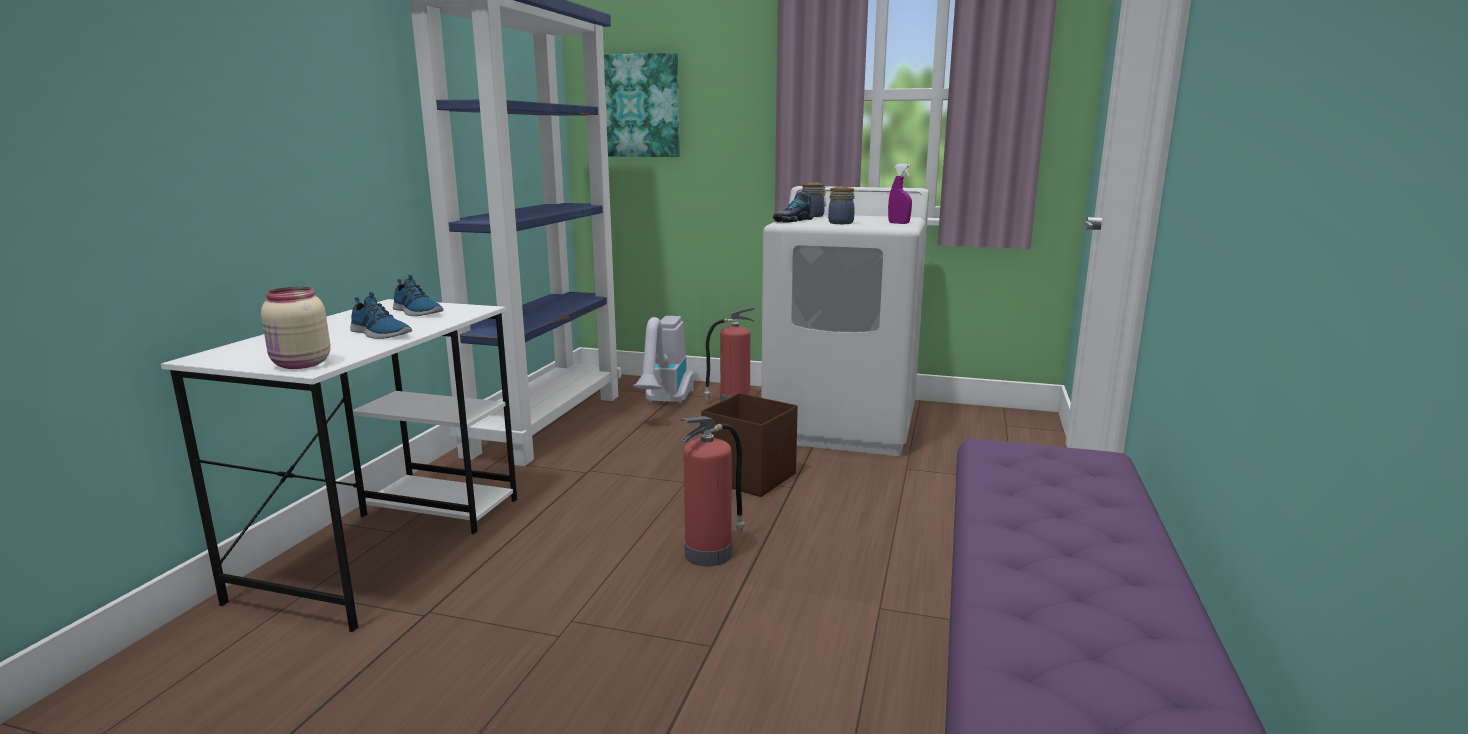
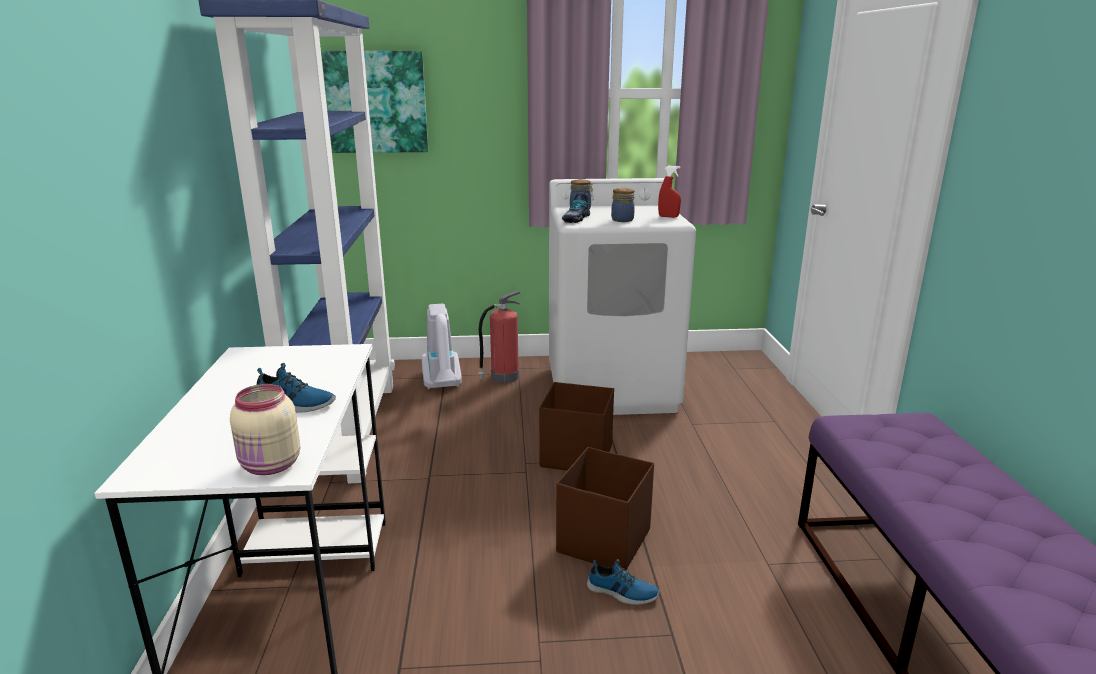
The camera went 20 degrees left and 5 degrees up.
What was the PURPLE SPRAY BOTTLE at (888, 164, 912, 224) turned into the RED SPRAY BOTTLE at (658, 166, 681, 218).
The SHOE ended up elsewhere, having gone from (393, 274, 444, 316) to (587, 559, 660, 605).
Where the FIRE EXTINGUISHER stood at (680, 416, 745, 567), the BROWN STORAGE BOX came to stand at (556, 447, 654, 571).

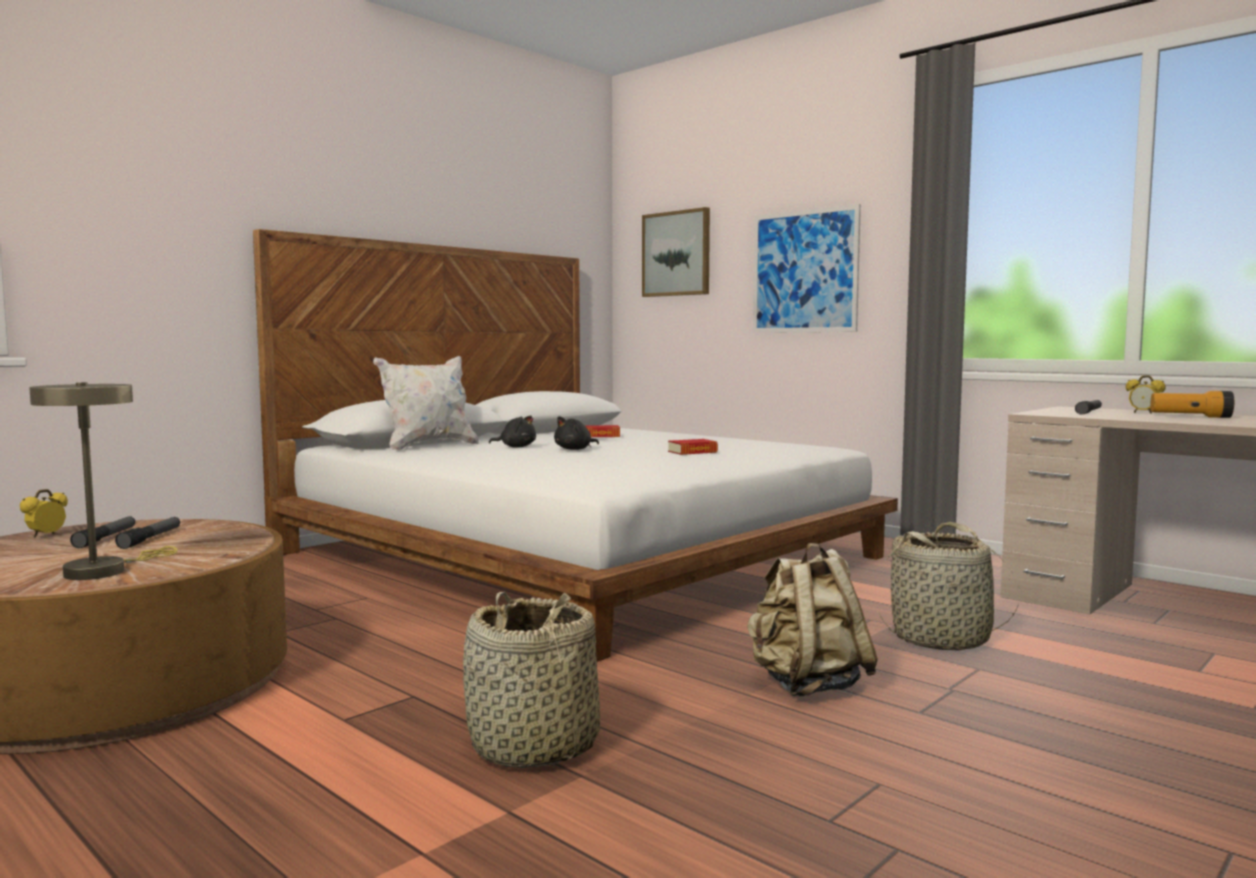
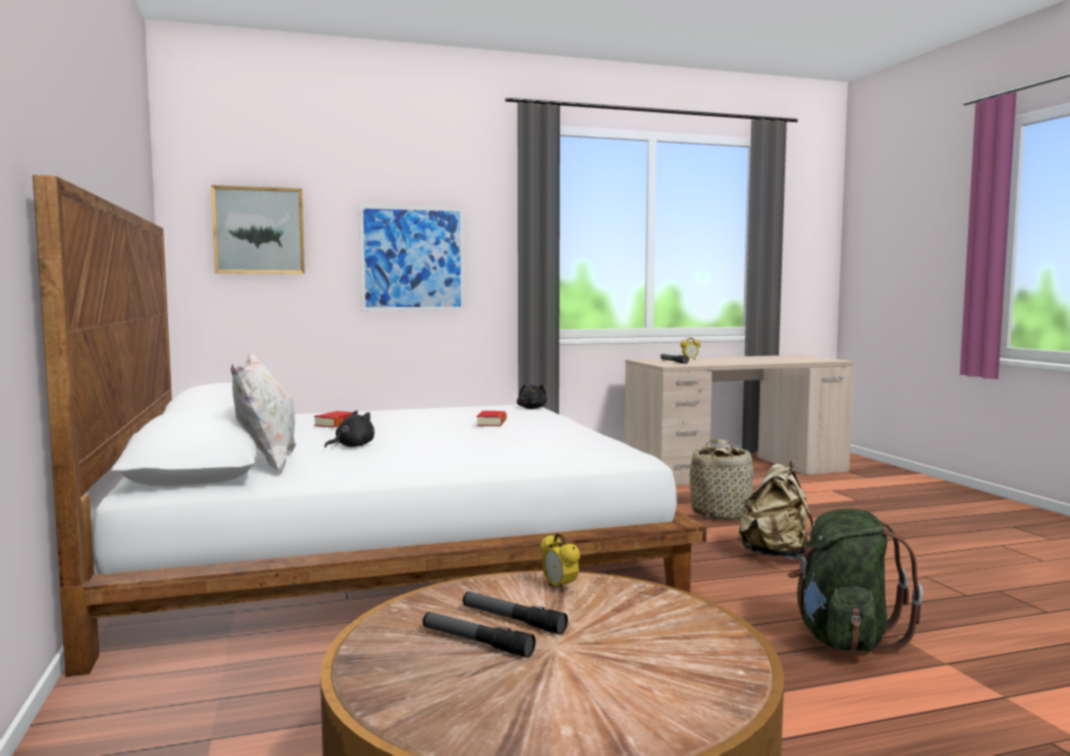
The camera went 60 degrees left and 0 degrees up.
The second view lost the BEIGE TABLE LAMP at (29, 382, 178, 580).
The second view lost the FLASHLIGHT at (1150, 391, 1234, 418).
The BLACK PLUSH TOY ended up elsewhere, having gone from (554, 416, 599, 450) to (517, 384, 547, 409).
The ALARM CLOCK ended up elsewhere, having gone from (20, 489, 68, 538) to (540, 533, 580, 592).
Where the BASKET stood at (463, 592, 600, 768), the GREEN BACKPACK came to stand at (788, 508, 923, 652).

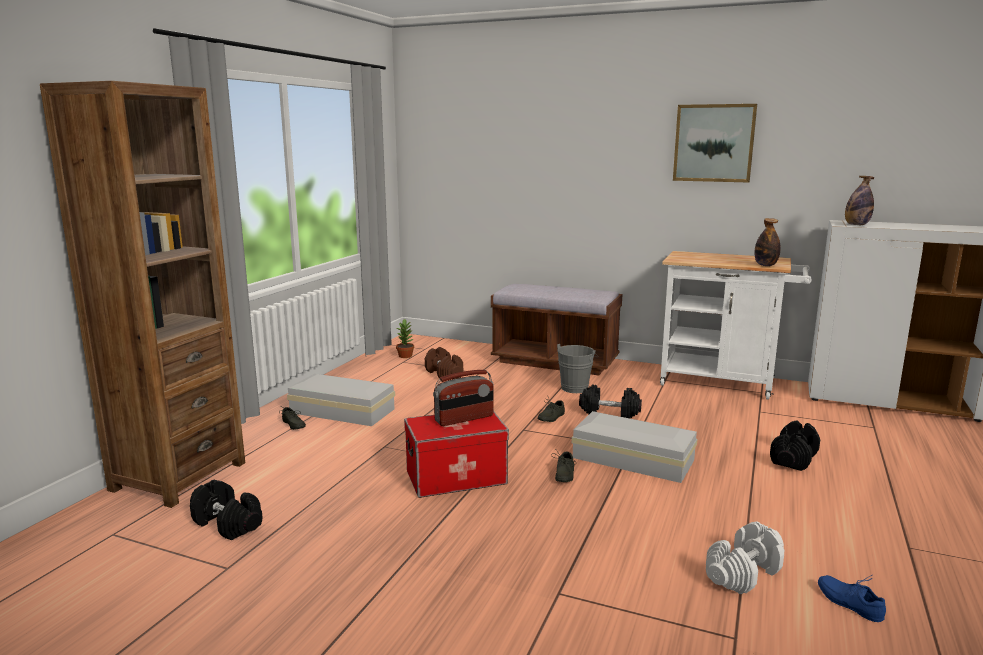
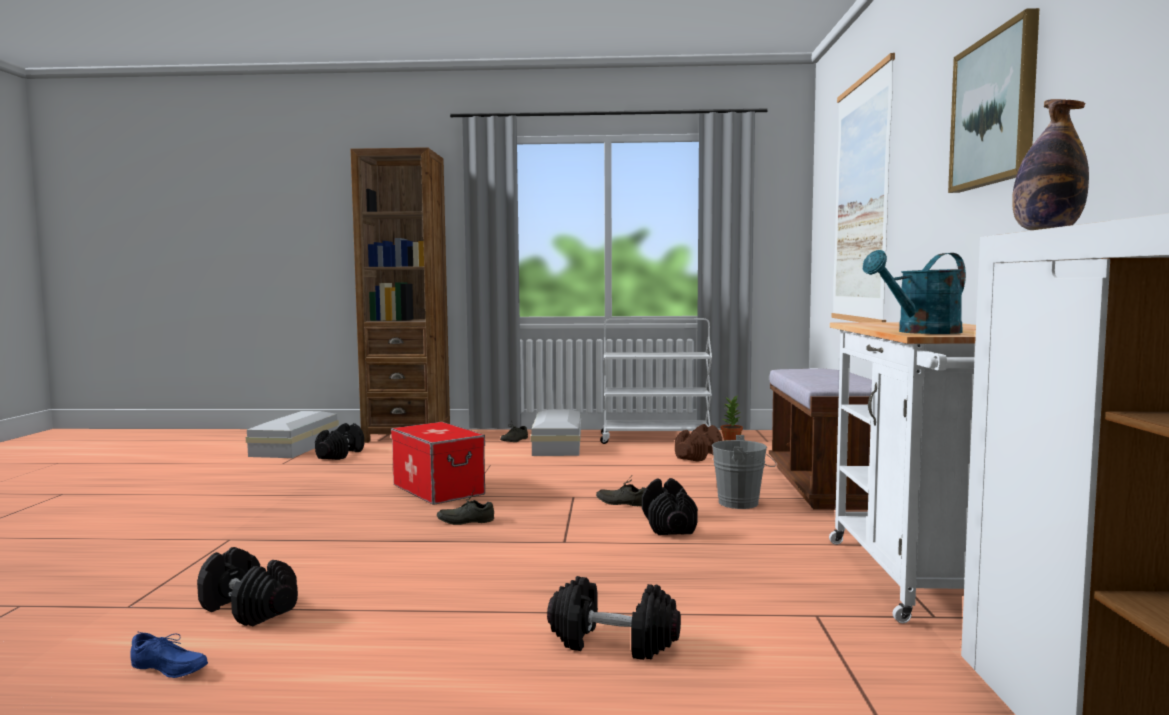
The camera went 70 degrees right and 10 degrees down.
Where the BOTTLE stood at (755, 218, 780, 266), the TURQUOISE WATERING CAN came to stand at (863, 250, 966, 334).
The second view lost the RADIO at (433, 370, 494, 426).
The WHITE STORAGE BOX ended up elsewhere, having gone from (572, 411, 697, 483) to (246, 411, 339, 458).
What was the WHITE DUMBBELL at (706, 522, 785, 594) turned into the BLACK DUMBBELL at (197, 547, 298, 627).
The BLUE SHOE at (818, 574, 886, 622) ended up facing another way, 75 degrees clockwise from before.
The second view gained the PICTURE at (831, 53, 895, 322).
The second view gained the WHITE CART at (600, 318, 712, 444).

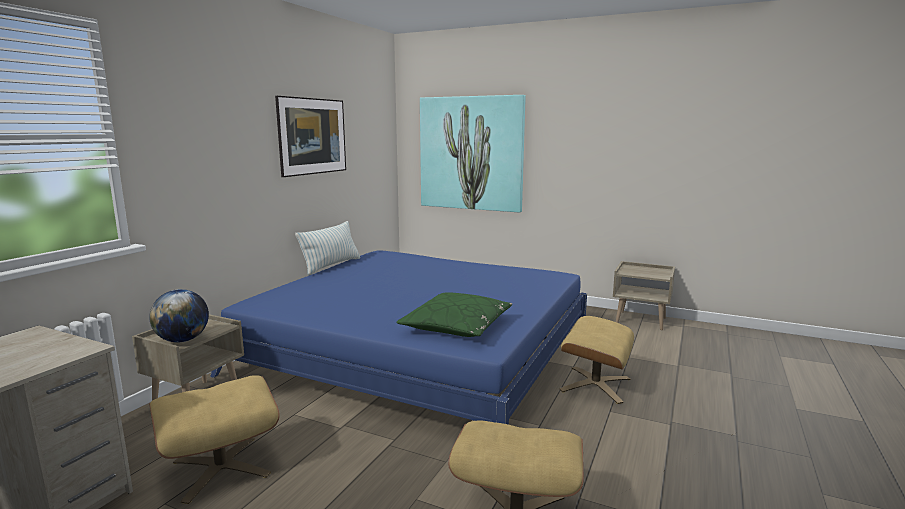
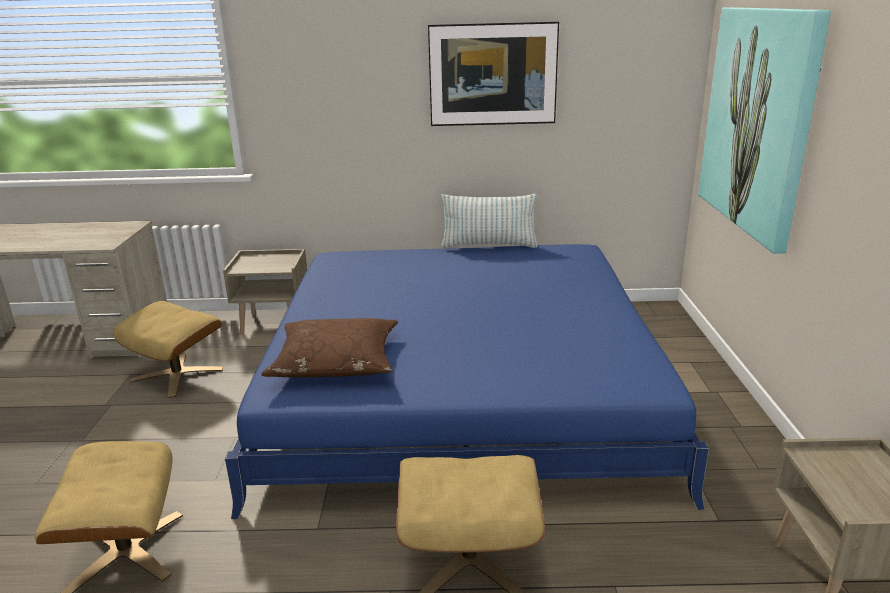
The camera went 65 degrees right and 10 degrees up.
The second view lost the GLOBE at (149, 289, 209, 343).
What was the GREEN PILLOW at (397, 292, 512, 337) turned into the BROWN PILLOW at (261, 318, 398, 377).

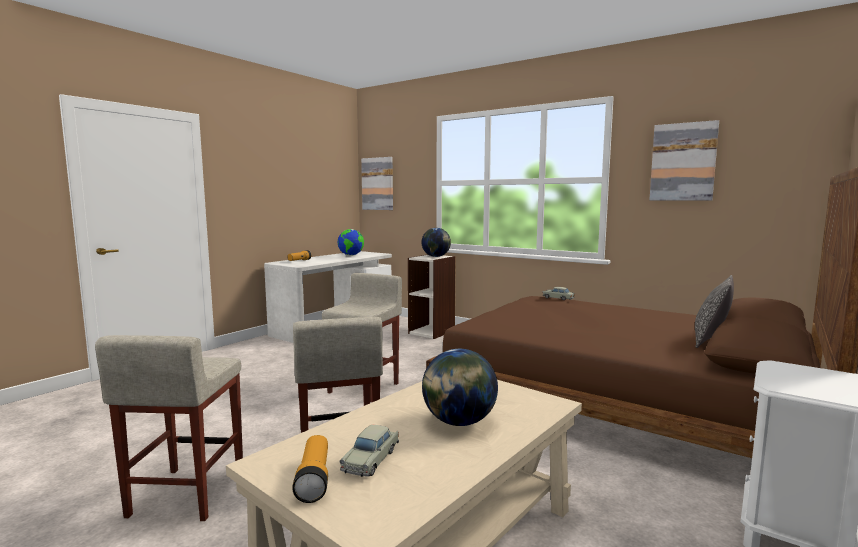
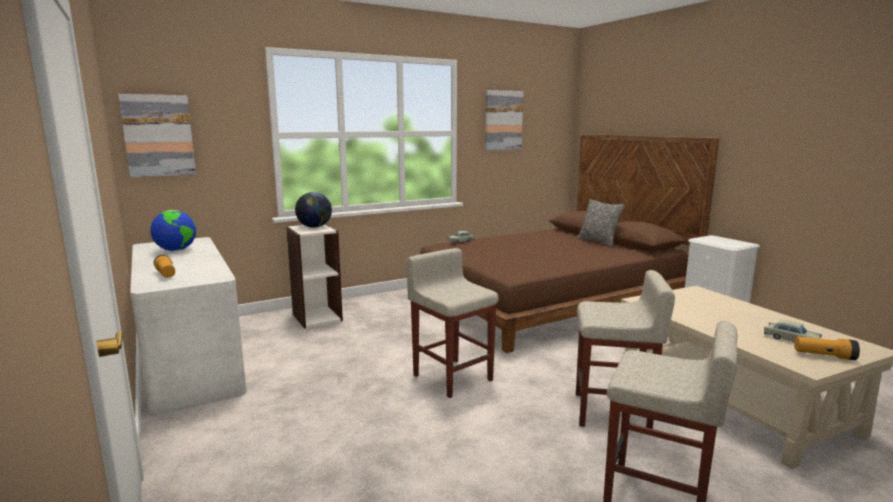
The camera went 65 degrees left and 5 degrees up.
The second view lost the GLOBE at (422, 349, 498, 426).

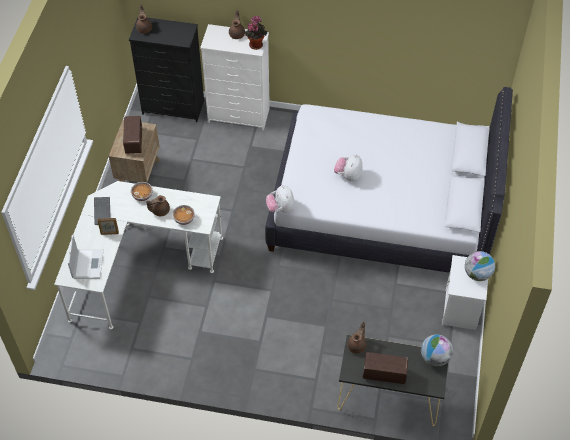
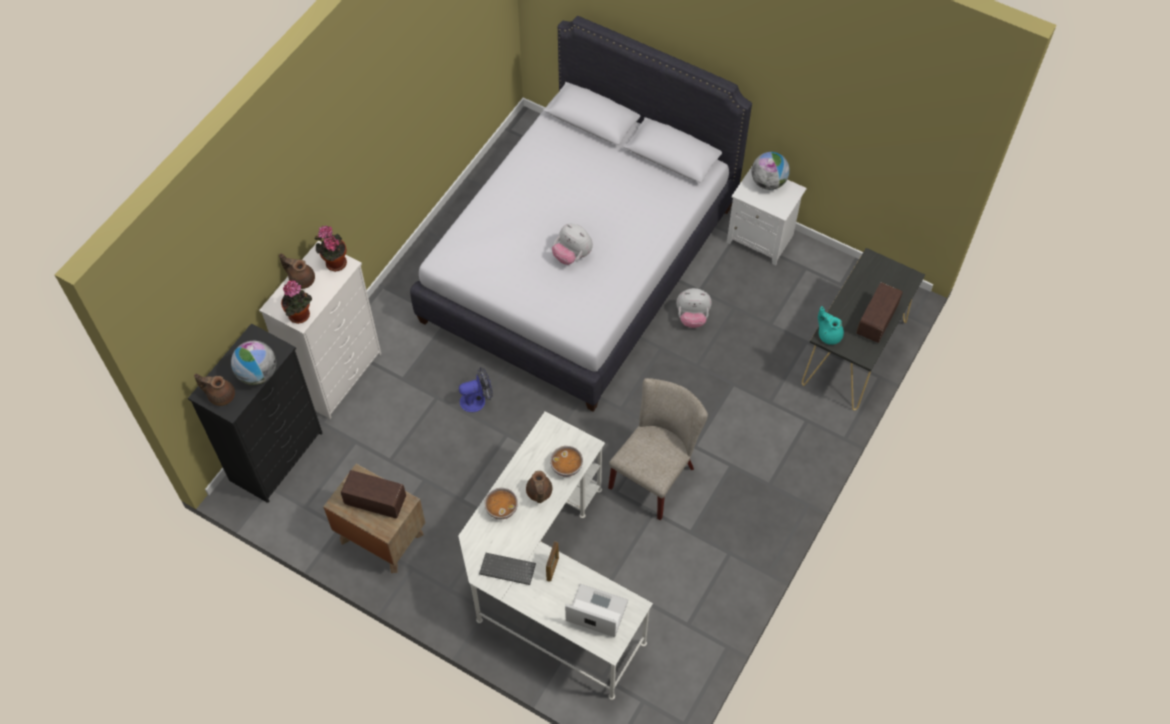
The camera went 70 degrees left and 5 degrees up.
The PLUSH TOY ended up elsewhere, having gone from (266, 185, 295, 213) to (676, 288, 712, 328).
What was the BROWN TEAPOT at (347, 322, 367, 353) turned into the TURQUOISE TEAPOT at (818, 306, 844, 345).
The GLOBE ended up elsewhere, having gone from (421, 334, 453, 367) to (231, 341, 276, 385).
The second view gained the POTTED PLANT at (281, 280, 312, 324).
The second view gained the FAN at (459, 367, 493, 412).
The second view gained the BEIGE CHAIR at (608, 378, 708, 520).

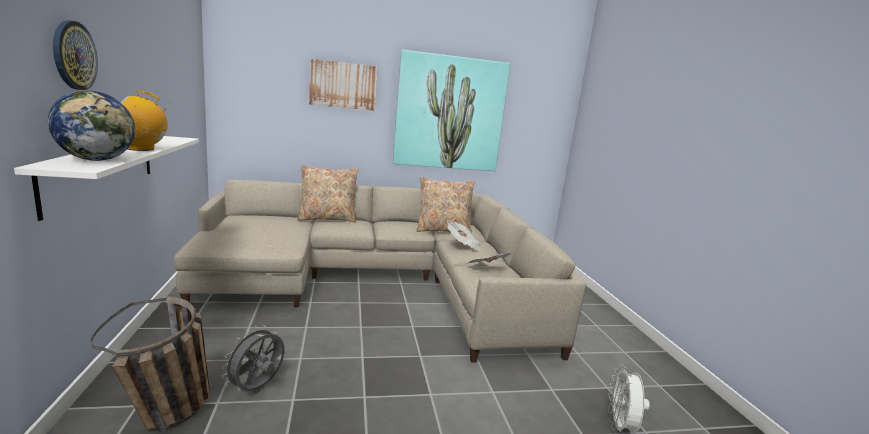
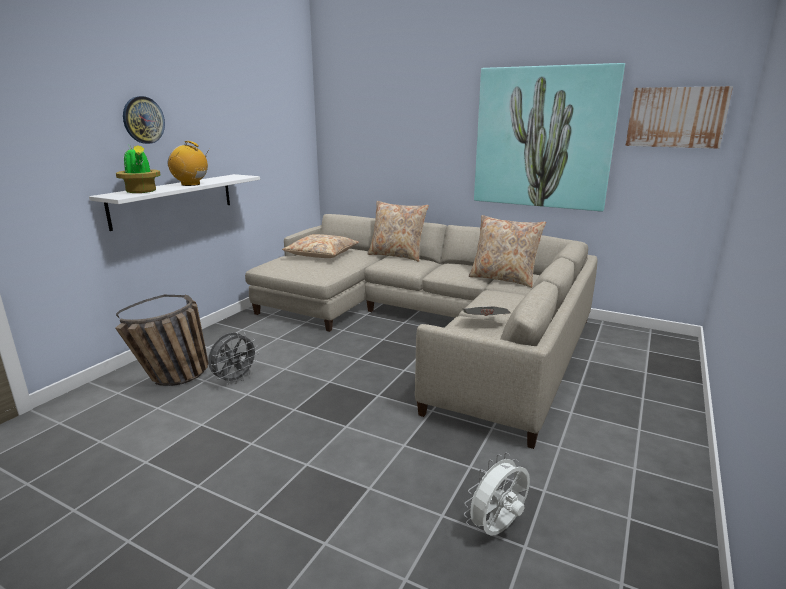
The camera went 40 degrees right and 5 degrees up.
The PICTURE ended up elsewhere, having gone from (309, 59, 378, 111) to (625, 86, 733, 149).
Where the GLOBE stood at (48, 90, 135, 161), the POTTED PLANT came to stand at (116, 145, 160, 193).
The second view lost the NEWSPAPER at (447, 220, 480, 251).
The GREY FAN at (221, 325, 284, 392) ended up facing another way, 150 degrees clockwise from before.
The second view gained the BEIGE PILLOW at (282, 234, 359, 258).

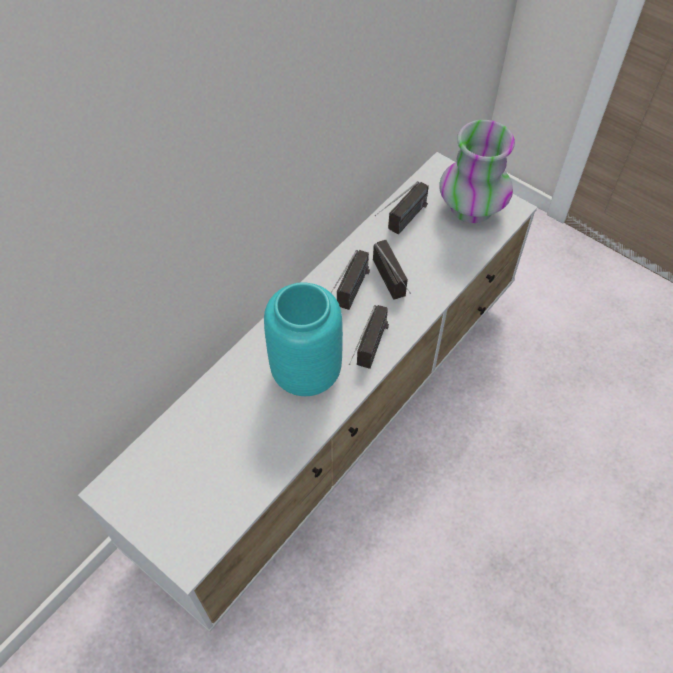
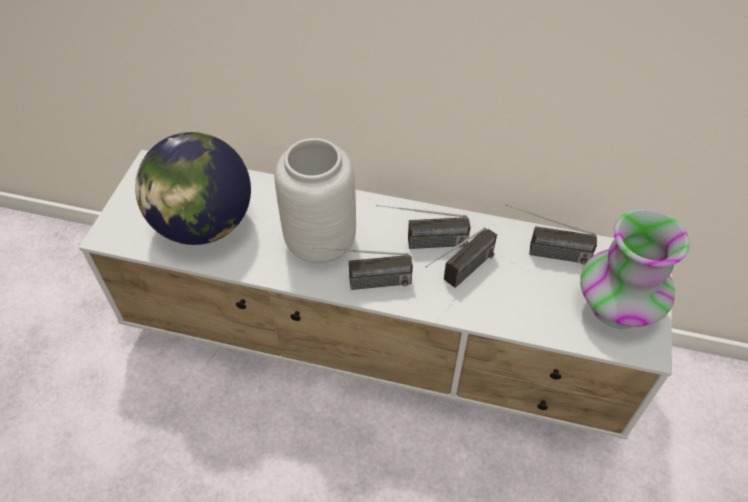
The camera went 65 degrees right and 5 degrees down.
What was the TURQUOISE VASE at (264, 282, 343, 396) turned into the GREY VASE at (274, 138, 356, 263).
The second view gained the GLOBE at (135, 132, 251, 245).

